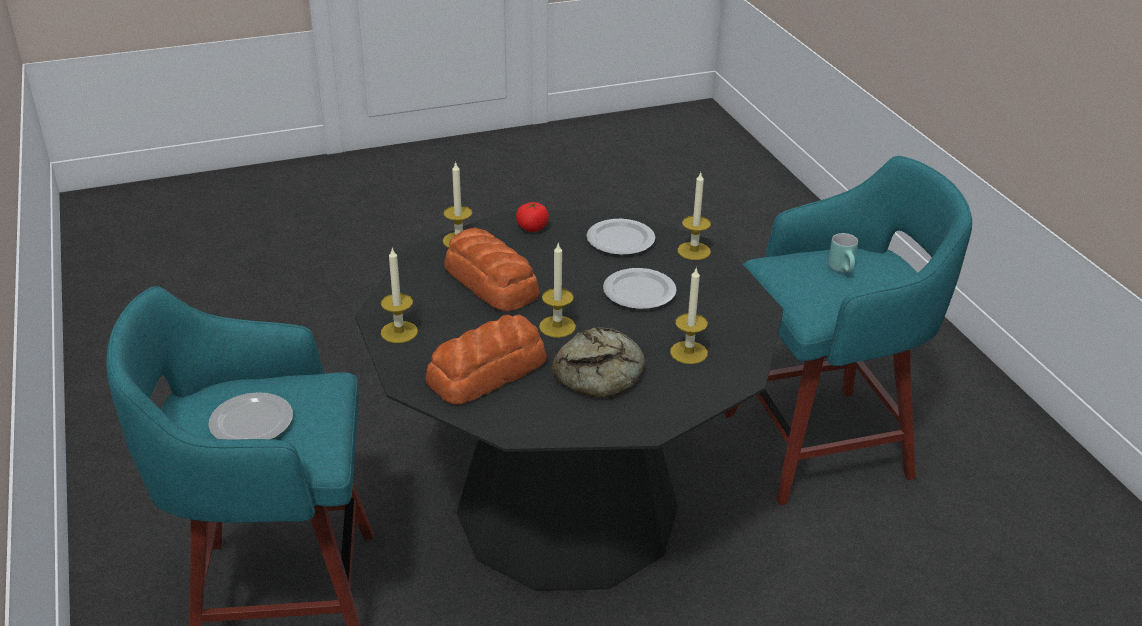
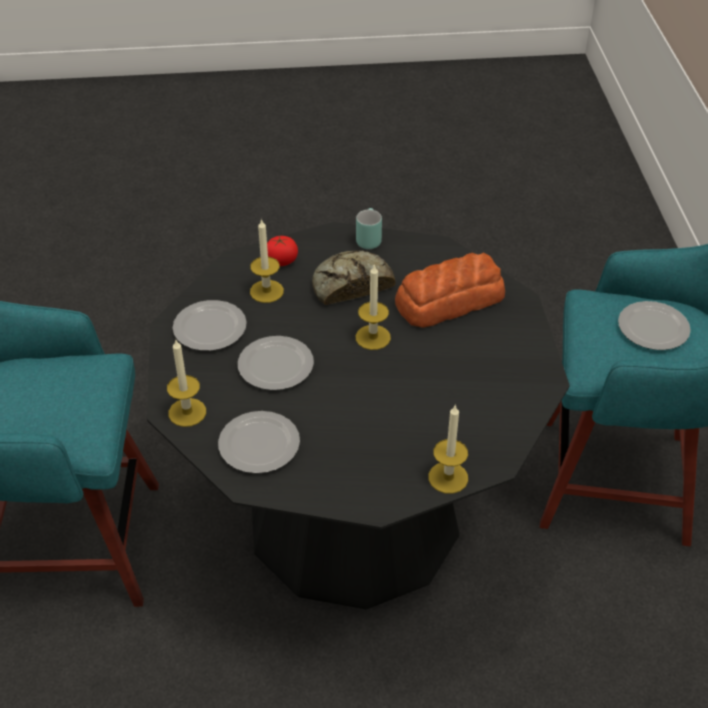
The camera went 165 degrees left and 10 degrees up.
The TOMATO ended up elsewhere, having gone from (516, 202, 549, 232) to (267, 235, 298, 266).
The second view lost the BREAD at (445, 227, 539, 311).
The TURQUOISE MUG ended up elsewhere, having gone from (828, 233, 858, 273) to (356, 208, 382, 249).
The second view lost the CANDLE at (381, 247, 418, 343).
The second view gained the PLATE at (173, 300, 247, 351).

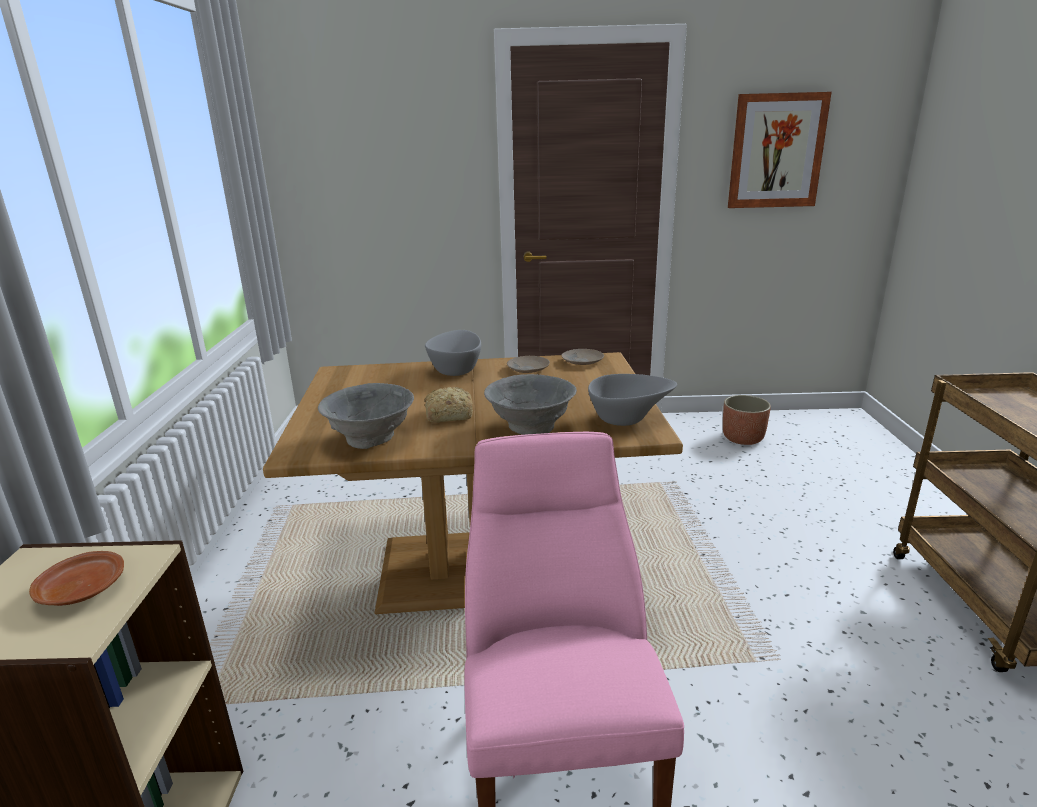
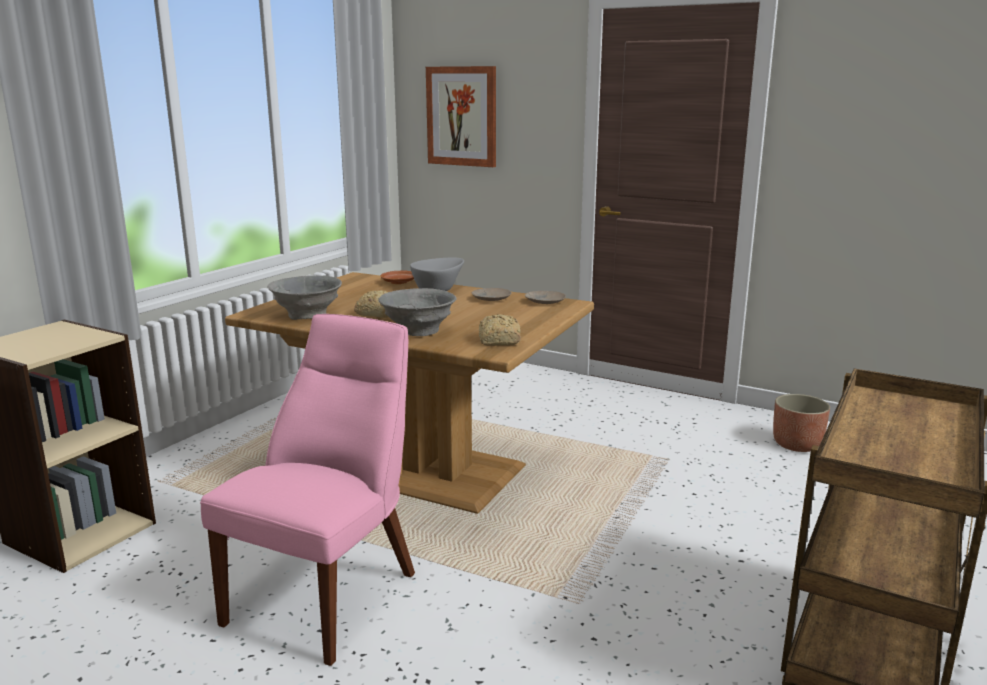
The camera went 30 degrees right and 5 degrees down.
The PICTURE ended up elsewhere, having gone from (728, 92, 832, 208) to (426, 66, 496, 167).
Where the GREY BOWL stood at (588, 374, 677, 426), the BREAD came to stand at (479, 314, 521, 346).
The BROWN PLATE ended up elsewhere, having gone from (29, 551, 124, 606) to (381, 270, 414, 284).

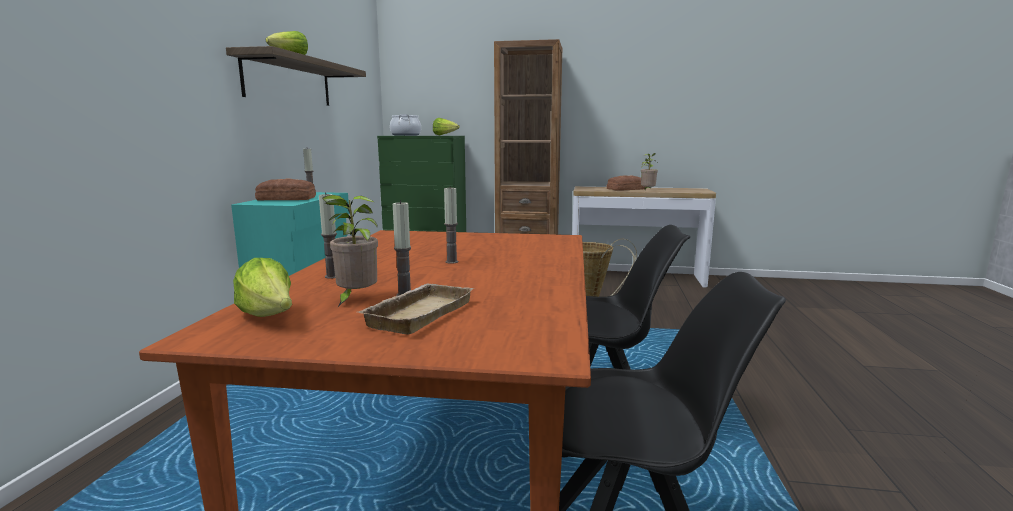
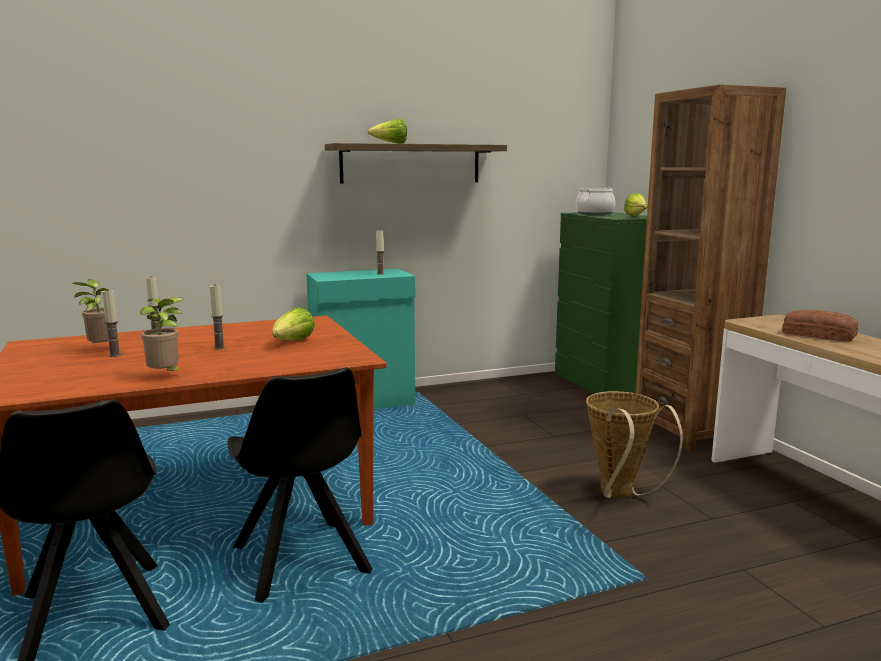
The camera went 60 degrees right and 0 degrees up.
The POTTED PLANT ended up elsewhere, having gone from (641, 153, 658, 190) to (140, 297, 186, 372).
The second view lost the BREAD at (255, 179, 316, 200).
The LETTUCE ended up elsewhere, having gone from (233, 258, 292, 317) to (272, 307, 315, 340).
The second view lost the BEIGE TRAY at (358, 284, 474, 334).

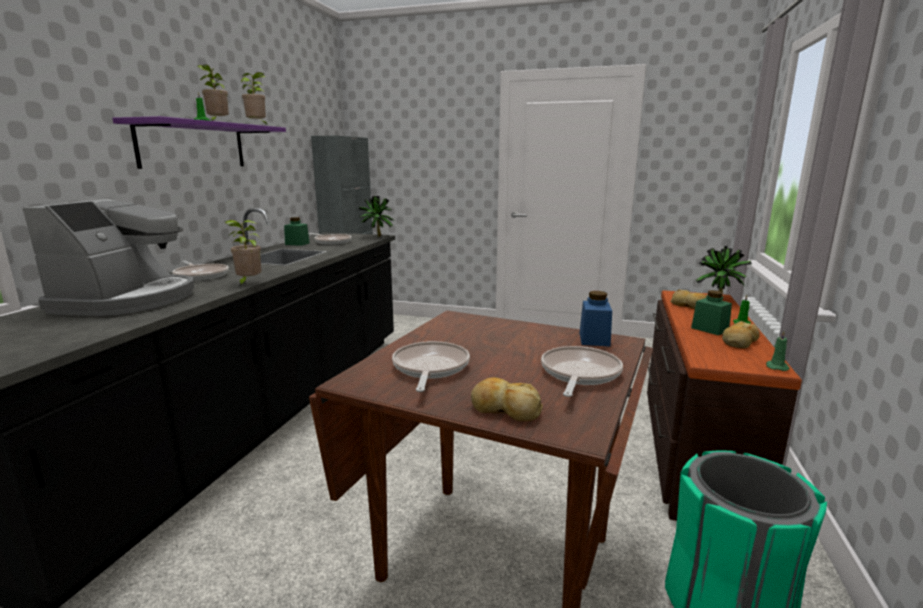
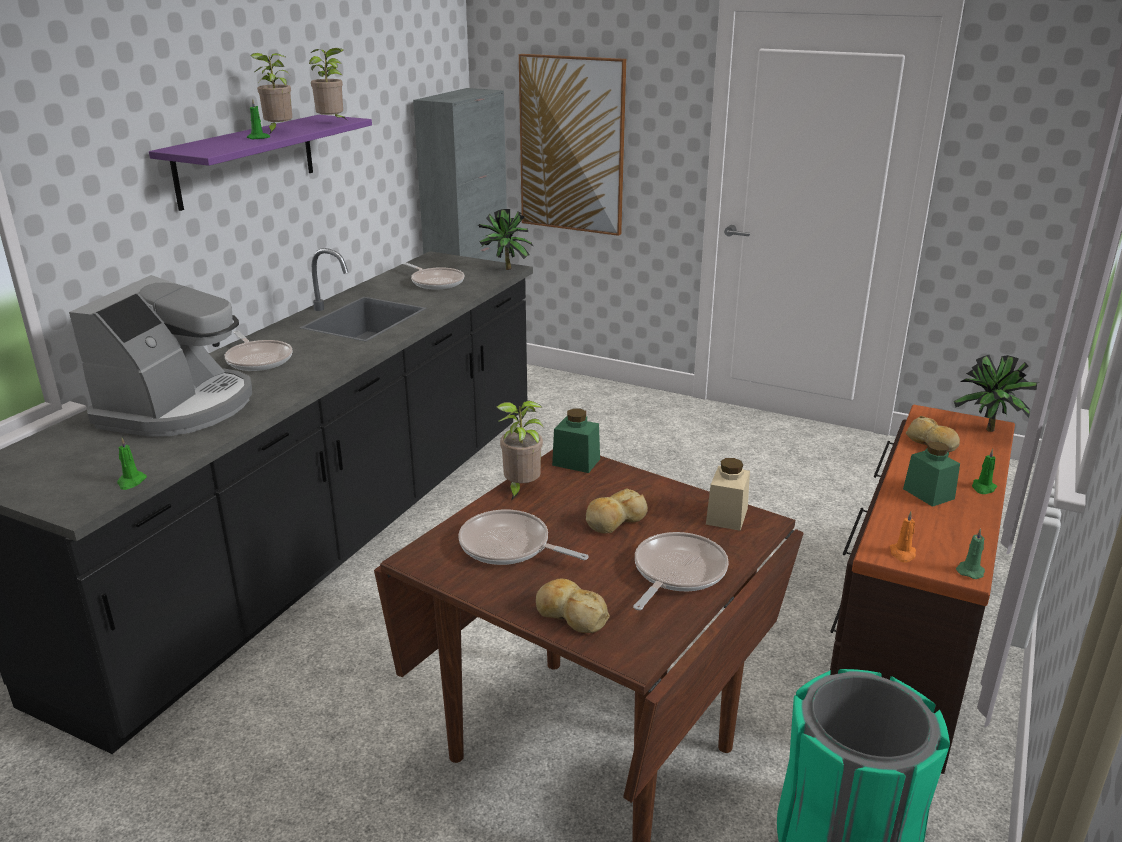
The camera went 10 degrees right and 10 degrees up.
The GREEN JAR ended up elsewhere, having gone from (284, 217, 310, 246) to (552, 409, 600, 473).
The POTTED PLANT ended up elsewhere, having gone from (225, 220, 262, 287) to (496, 400, 544, 501).
What was the BLUE JAR at (580, 291, 612, 347) turned into the BEIGE JAR at (706, 458, 750, 531).
The BREAD ended up elsewhere, having gone from (722, 321, 760, 348) to (586, 488, 648, 534).
The FRYING PAN at (392, 341, 470, 392) ended up facing another way, 75 degrees counterclockwise from before.
The second view gained the PICTURE at (519, 54, 626, 236).
The second view gained the GREEN CANDLE at (117, 438, 147, 490).
The second view gained the ORANGE CANDLE at (890, 511, 916, 563).

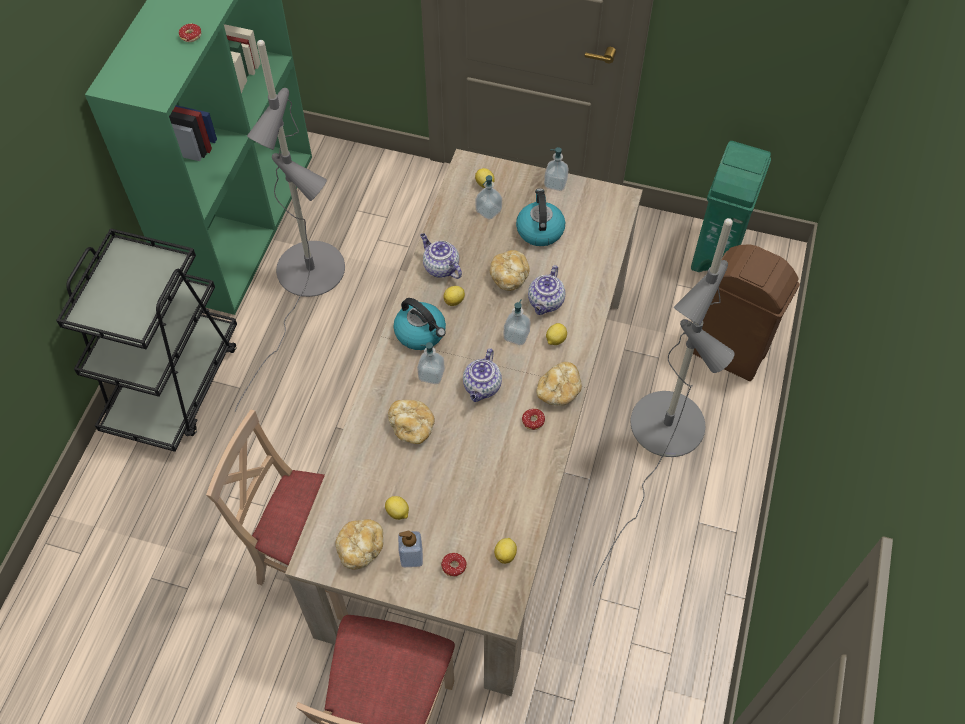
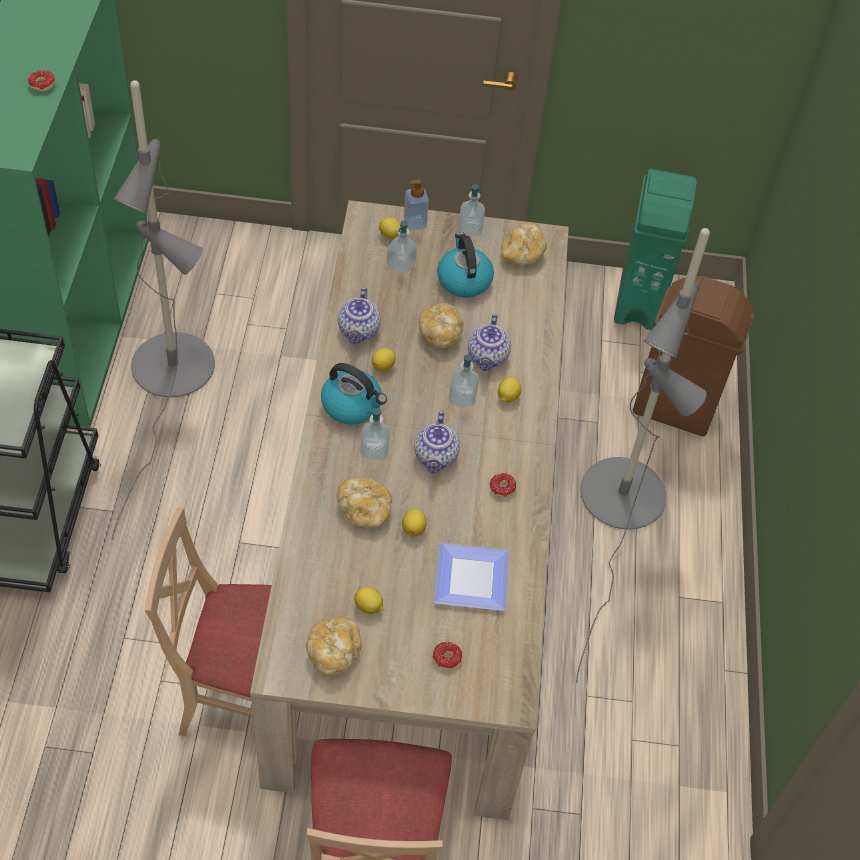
The camera went 15 degrees left and 5 degrees down.
The TEAPOT at (420, 233, 462, 279) ended up facing another way, 120 degrees counterclockwise from before.
The BREAD ended up elsewhere, having gone from (536, 362, 582, 406) to (501, 222, 547, 265).
The SOAP DISPENSER ended up elsewhere, having gone from (398, 531, 423, 567) to (404, 179, 429, 231).
The LEMON ended up elsewhere, having gone from (494, 538, 517, 564) to (402, 509, 427, 537).
The second view gained the PLATE at (434, 543, 509, 611).

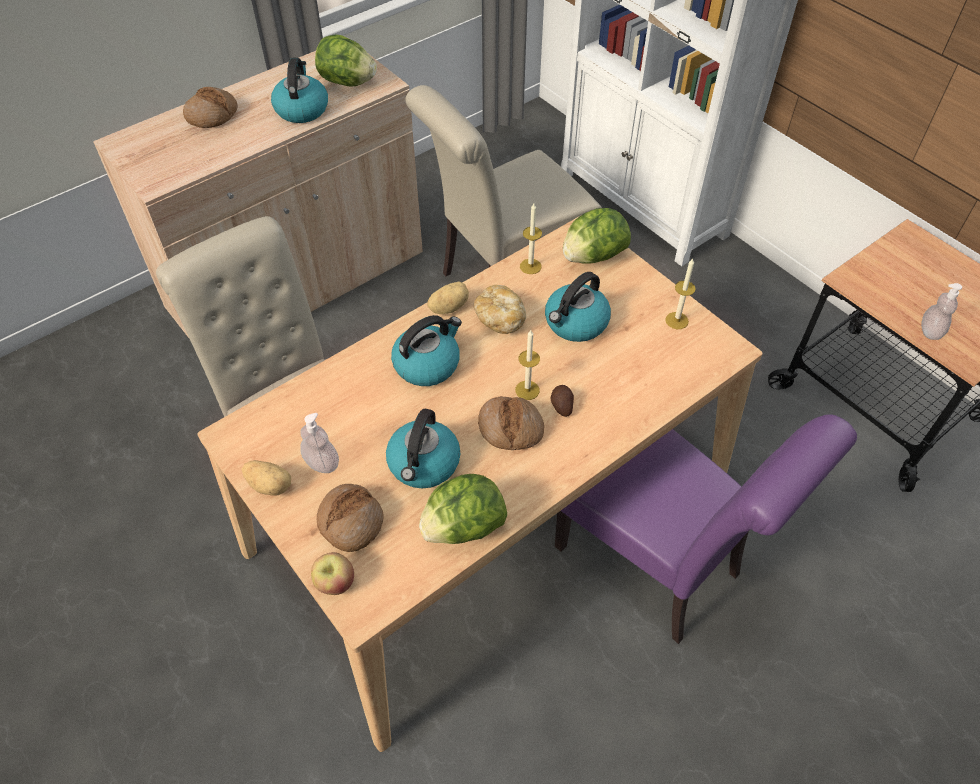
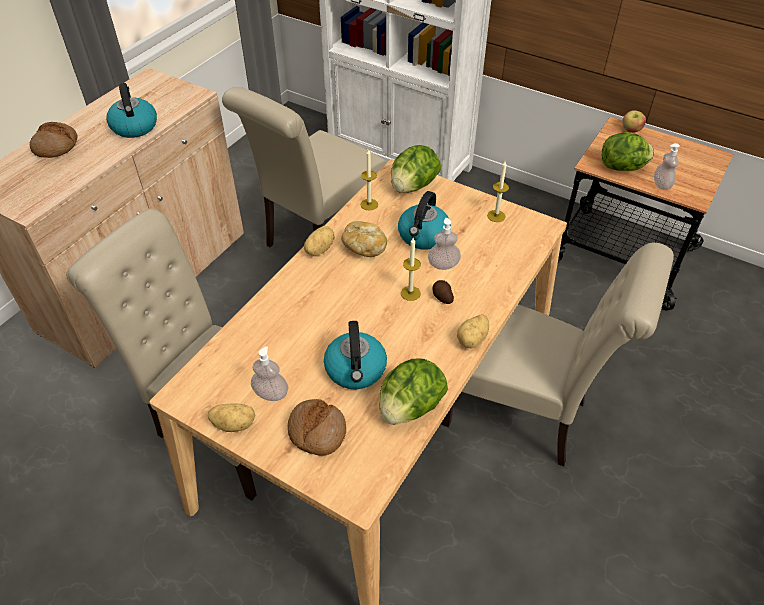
The camera went 20 degrees left and 5 degrees down.
The LETTUCE ended up elsewhere, having gone from (315, 35, 377, 87) to (602, 132, 654, 171).
The second view lost the KETTLE at (391, 315, 462, 386).
The second view lost the BREAD at (478, 396, 544, 450).
What was the PURPLE CHAIR at (555, 414, 857, 644) turned into the BEIGE CHAIR at (442, 243, 674, 467).
The APPLE ended up elsewhere, having gone from (311, 552, 354, 595) to (622, 110, 646, 133).
The second view gained the SOAP DISPENSER at (428, 218, 461, 270).
The second view gained the POTATO at (457, 314, 489, 349).

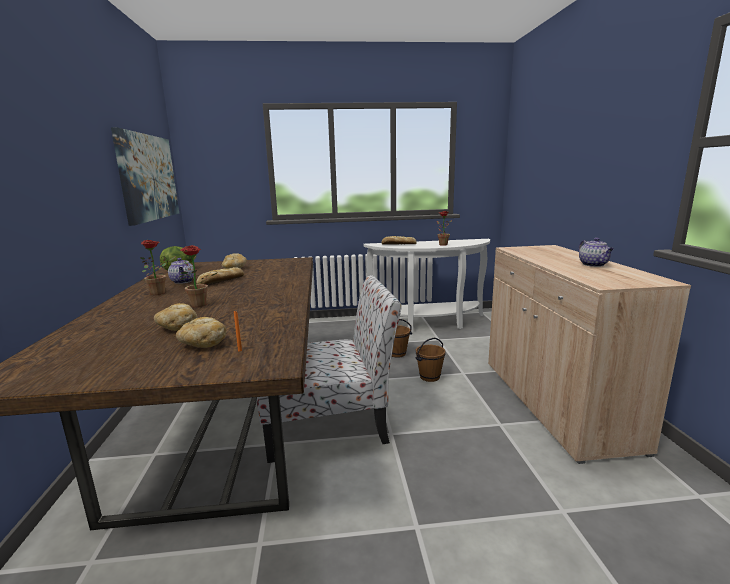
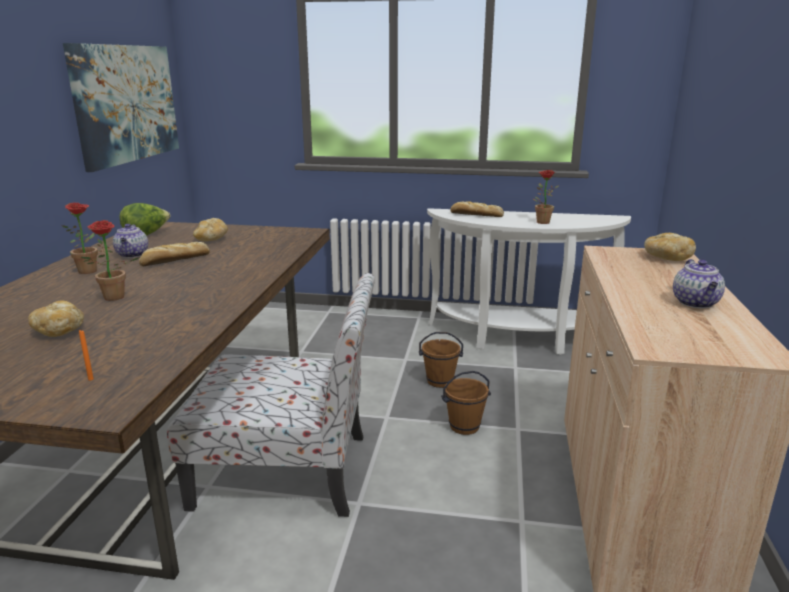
The camera went 15 degrees right and 5 degrees up.
The BREAD ended up elsewhere, having gone from (176, 317, 226, 348) to (644, 233, 696, 261).

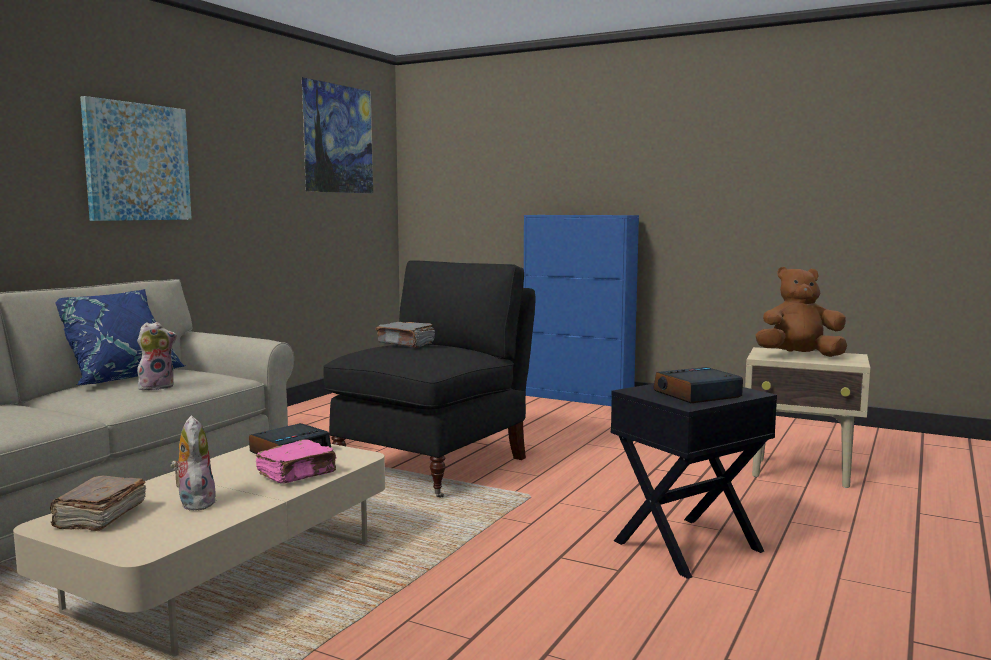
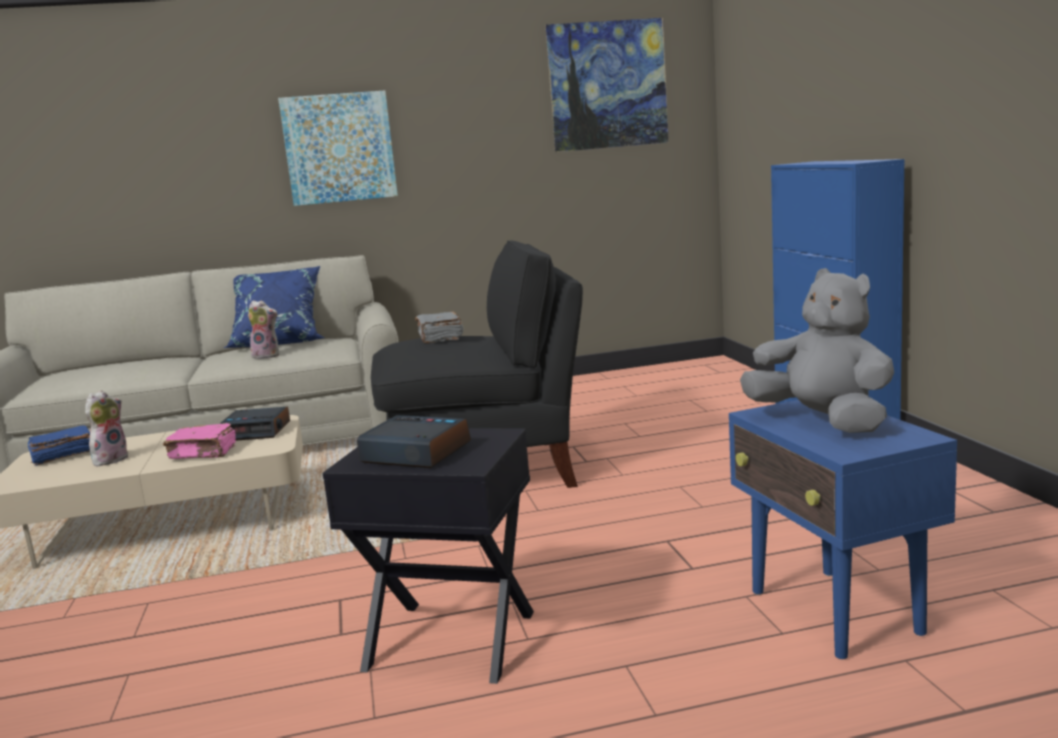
The camera went 50 degrees right and 5 degrees up.
What was the BROWN PLUSH TOY at (756, 267, 847, 357) turned into the GREY PLUSH TOY at (740, 268, 894, 433).
What was the BEIGE SIDE TABLE at (745, 347, 870, 488) turned into the BLUE SIDE TABLE at (729, 400, 957, 659).
What was the BROWN BOOK at (50, 476, 146, 531) turned into the BLUE BOOK at (28, 425, 90, 466).

